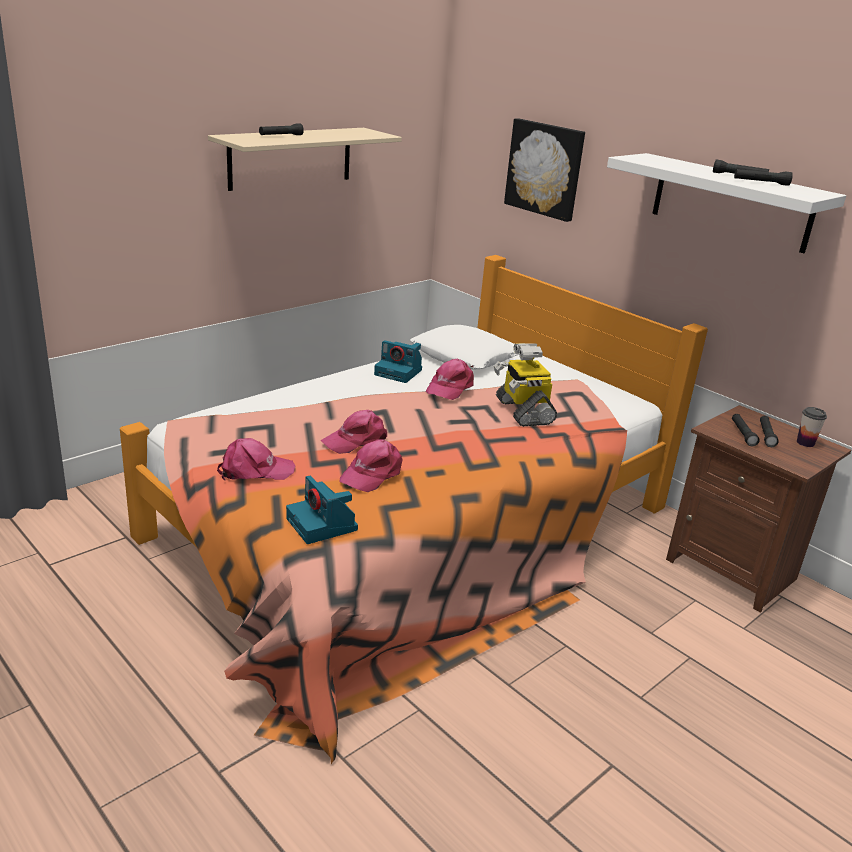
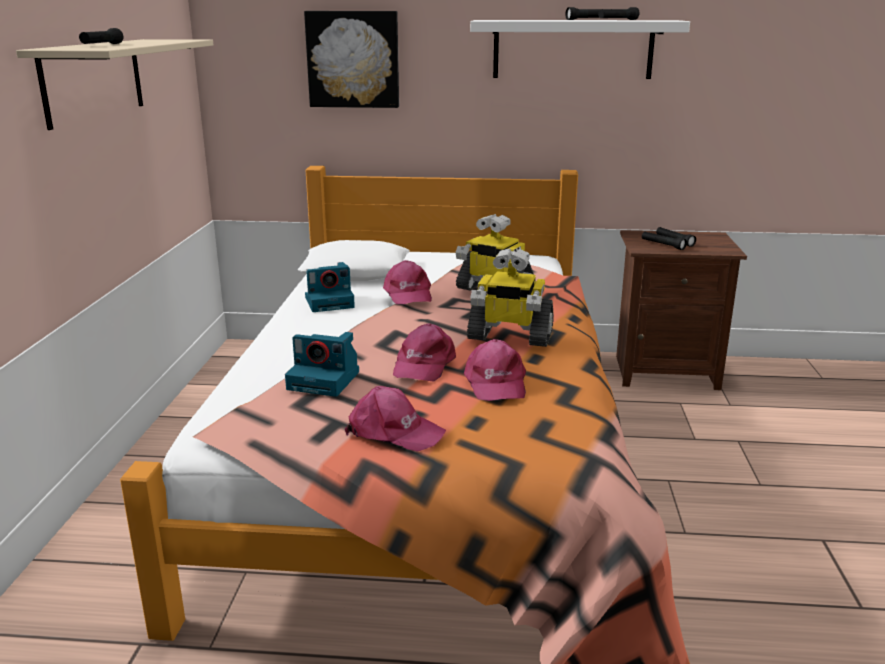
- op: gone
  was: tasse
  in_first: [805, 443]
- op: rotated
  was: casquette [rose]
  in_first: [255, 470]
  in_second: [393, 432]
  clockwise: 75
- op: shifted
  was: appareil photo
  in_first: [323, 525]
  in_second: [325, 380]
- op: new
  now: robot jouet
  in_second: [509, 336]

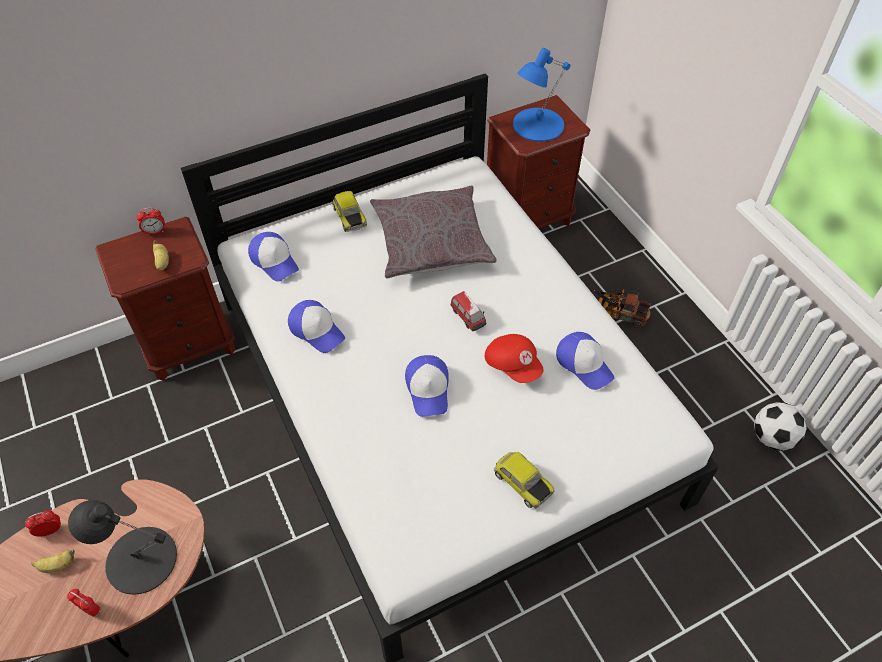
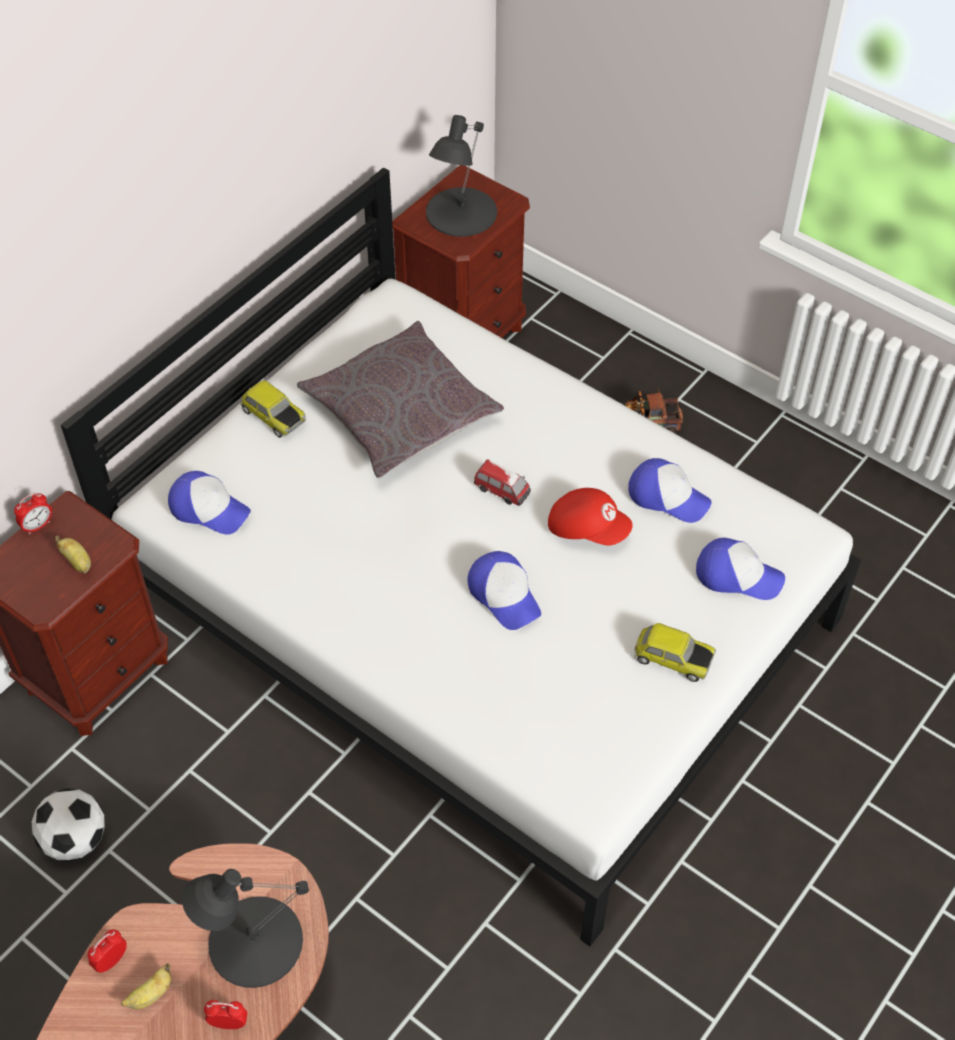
- op: repainted
  was: lampe de table [bleu]
  now: lampe de table [noir]
  in_first: [537, 125]
  in_second: [460, 213]
- op: shifted
  was: casquette
  in_first: [317, 330]
  in_second: [738, 575]
- op: shifted
  was: ballon de foot
  in_first: [772, 438]
  in_second: [75, 840]

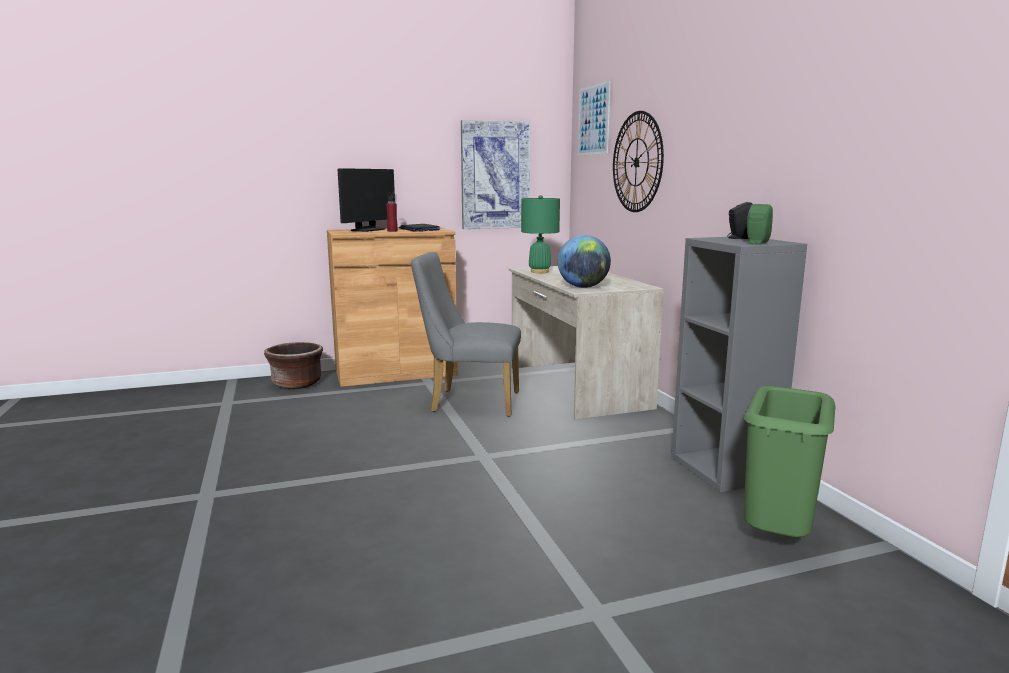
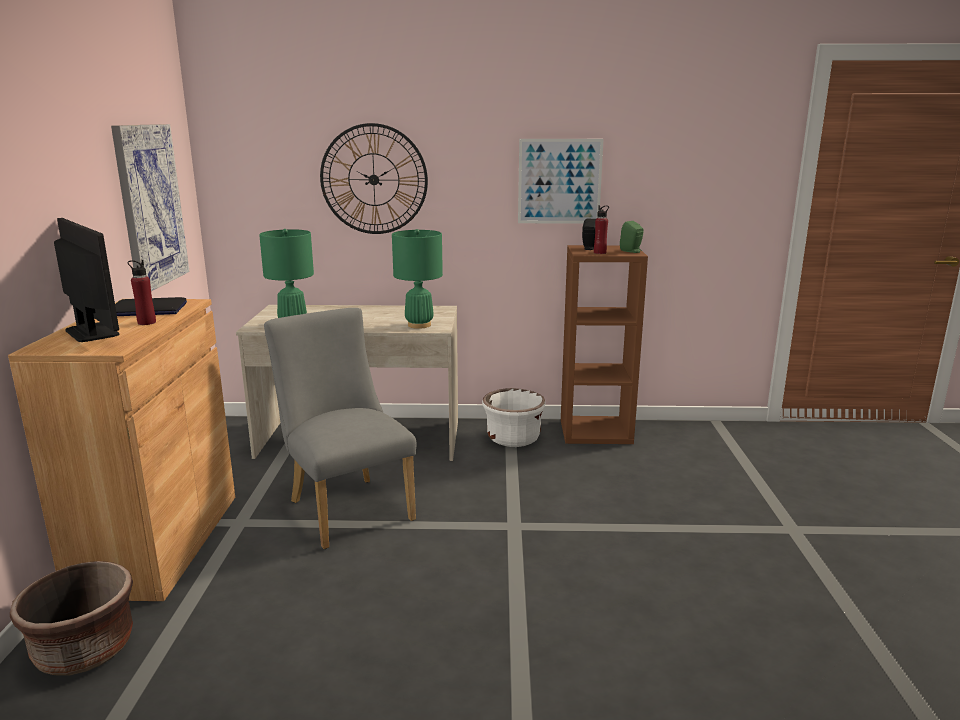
- op: shifted
  was: tableau
  in_first: [593, 120]
  in_second: [559, 181]
- op: swapped
  was: globe
  now: lampe de table [vert]
  in_first: [583, 287]
  in_second: [419, 325]
- op: repainted
  was: bibliothèque [gris]
  now: bibliothèque [marron]
  in_first: [725, 469]
  in_second: [596, 431]
- op: rotated
  was: chaise [gris]
  in_first: [468, 402]
  in_second: [346, 507]
  clockwise: 120
- op: gone
  was: poubelle [vert]
  in_first: [778, 539]
- op: new
  now: bouteille [rouge]
  in_second: [600, 252]
- op: new
  now: cache-pot [blanc]
  in_second: [513, 438]

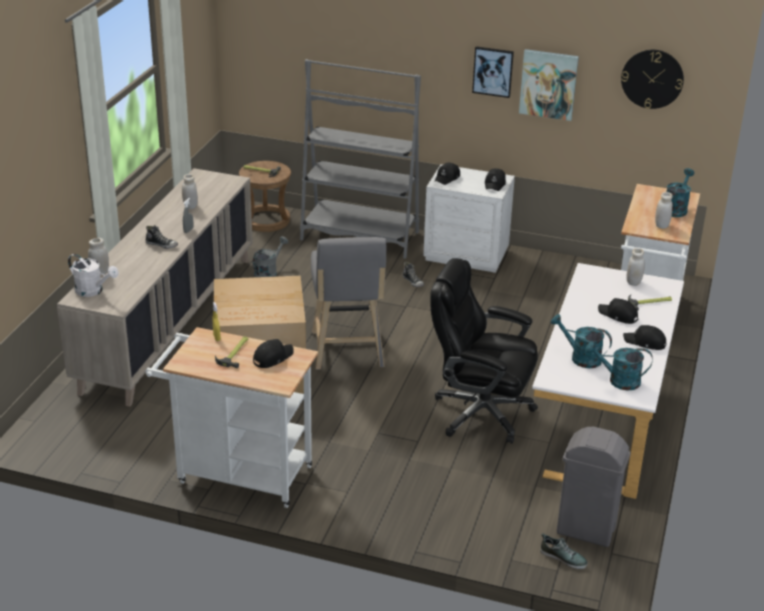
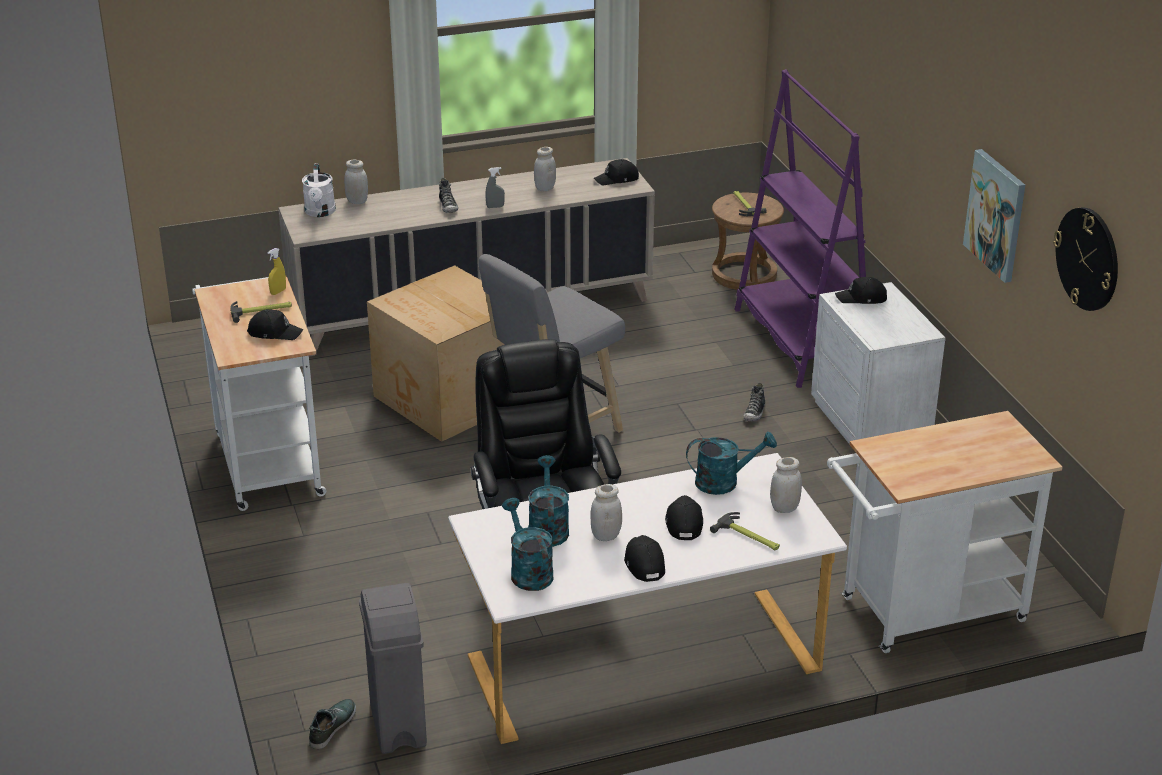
- op: gone
  was: tableau
  in_first: [493, 71]
- op: repainted
  was: bibliothèque [gris]
  now: bibliothèque [violet]
  in_first: [360, 236]
  in_second: [800, 341]
- op: shifted
  was: casquette [noir]
  in_first: [495, 184]
  in_second: [617, 179]
- op: shifted
  was: arrosoir [turquoise]
  in_first: [676, 209]
  in_second: [724, 482]
- op: shifted
  was: bocal [blanc]
  in_first: [661, 225]
  in_second: [606, 535]
- op: gone
  was: arrosoir [gris]
  in_first: [268, 273]
- op: rotated
  was: chaussure
  in_first: [563, 557]
  in_second: [332, 726]
  clockwise: -150

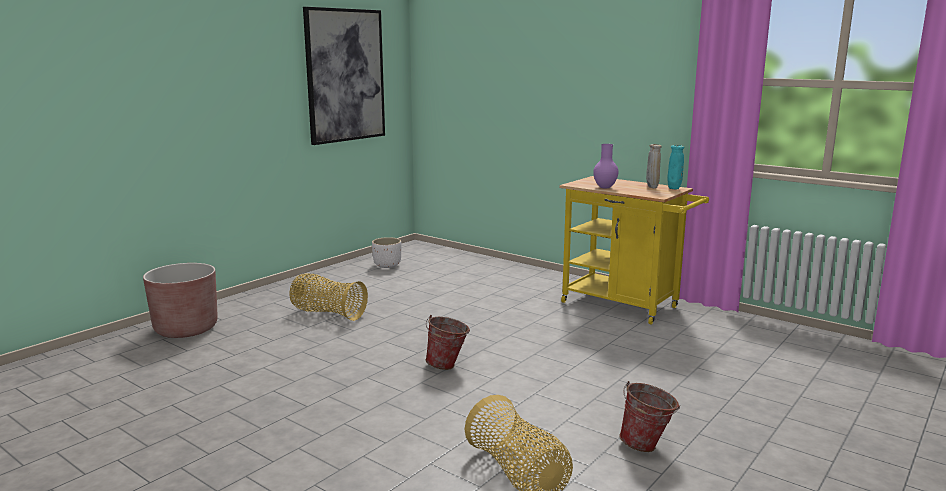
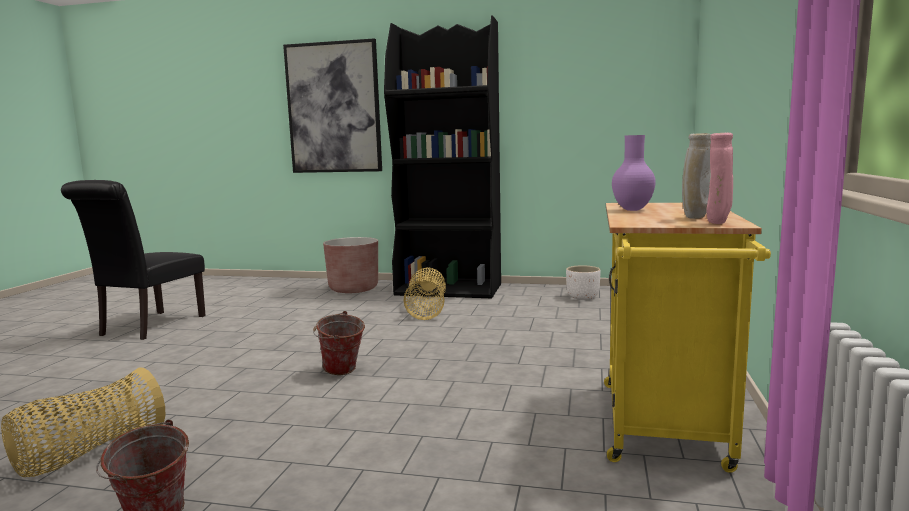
- op: shifted
  was: tableau
  in_first: [345, 75]
  in_second: [334, 108]
- op: repainted
  was: vase [turquoise]
  now: vase [rose]
  in_first: [674, 189]
  in_second: [718, 223]
- op: new
  now: bibliothèque [noir]
  in_second: [449, 289]
- op: new
  now: chaise [noir]
  in_second: [148, 327]

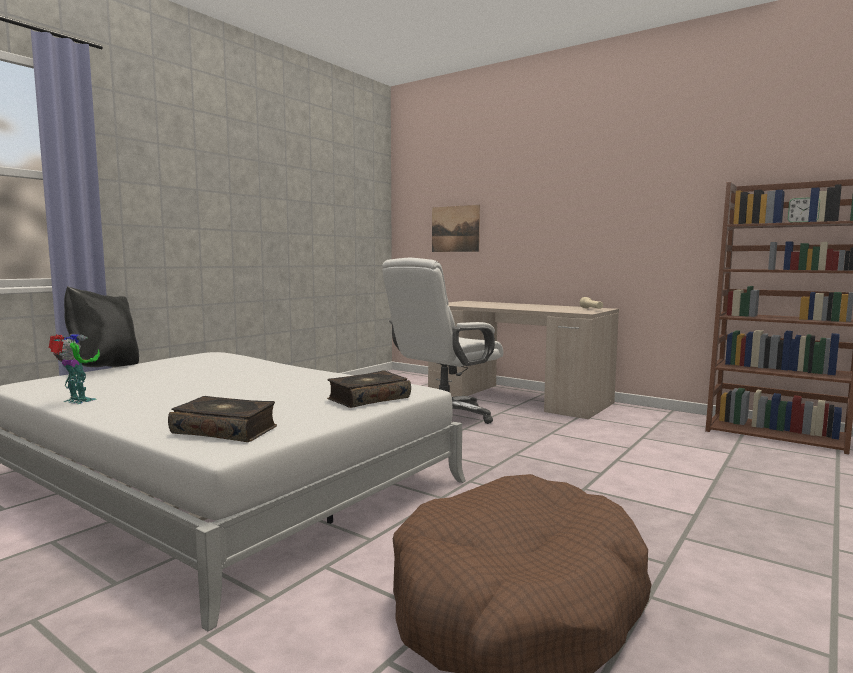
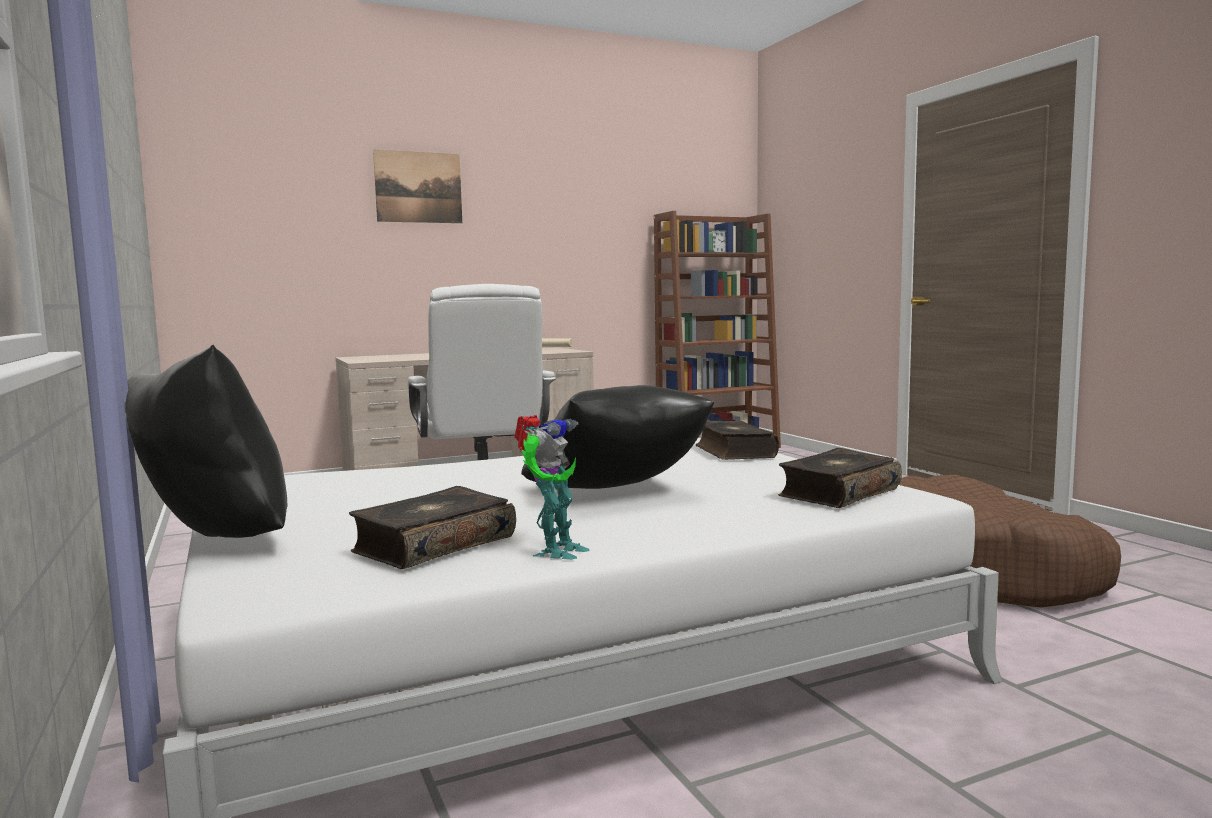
- op: shifted
  was: tableau
  in_first: [455, 229]
  in_second: [418, 187]
- op: rotated
  was: robot jouet
  in_first: [77, 401]
  in_second: [554, 551]
  clockwise: 150
- op: new
  now: coussin [noir]
  in_second: [617, 493]
- op: new
  now: livre
  in_second: [433, 545]

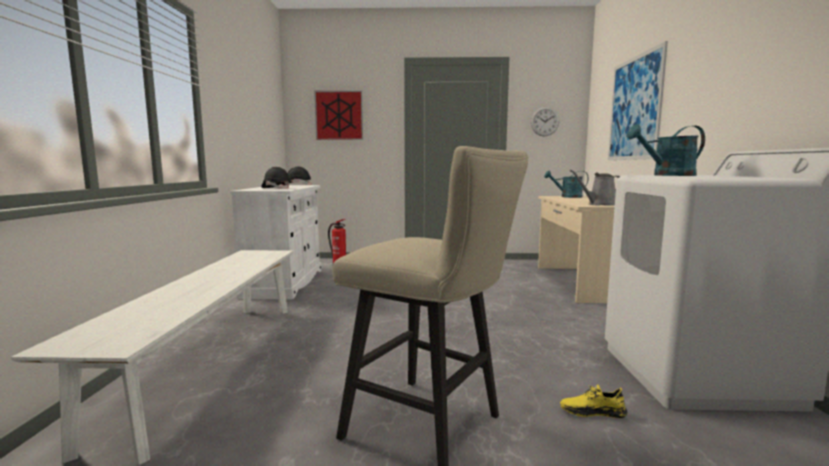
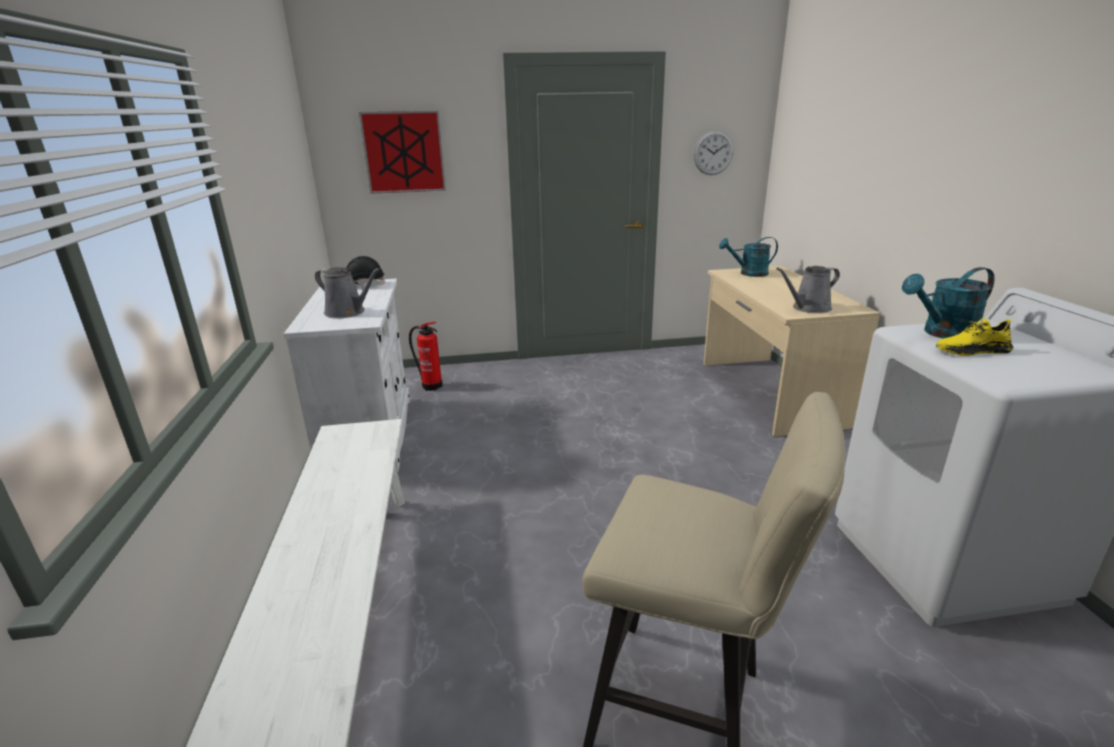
- op: gone
  was: tableau
  in_first: [634, 108]
- op: swapped
  was: casque de chantier [noir]
  now: arrosoir [gris]
  in_first: [276, 188]
  in_second: [348, 312]
- op: shifted
  was: chaussure [jaune]
  in_first: [592, 411]
  in_second: [971, 351]

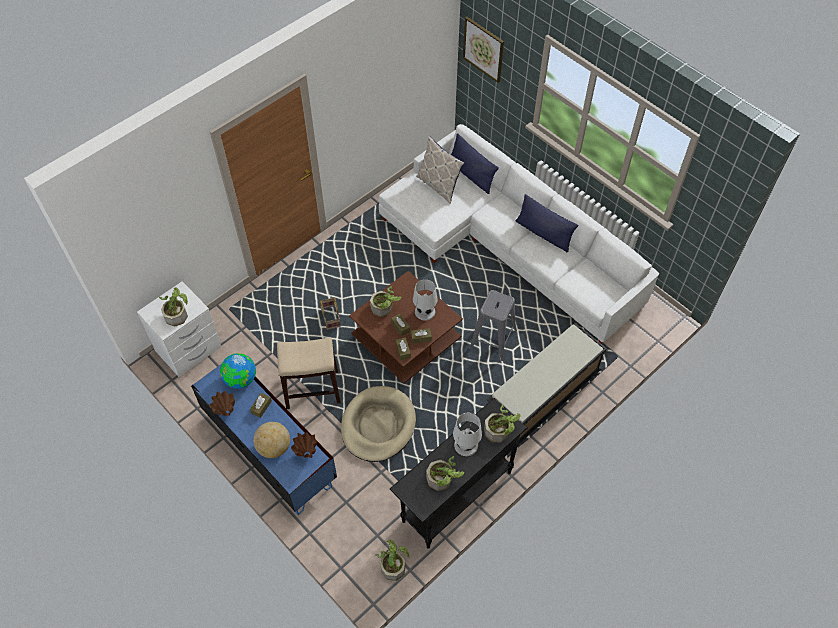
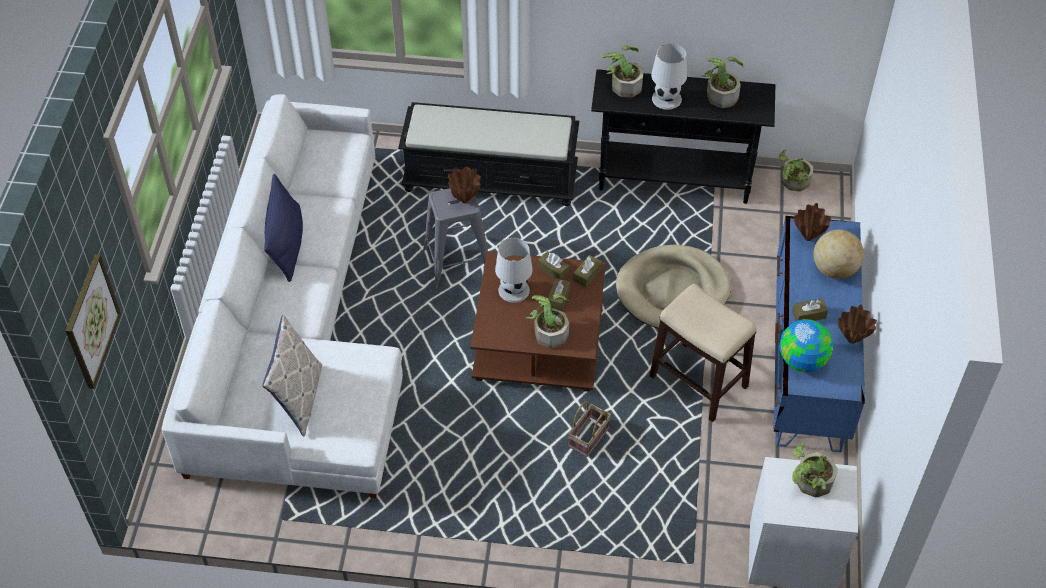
- op: gone
  was: coussin [bleu]
  in_first: [471, 174]
- op: new
  now: vase [marron]
  in_second: [465, 200]

